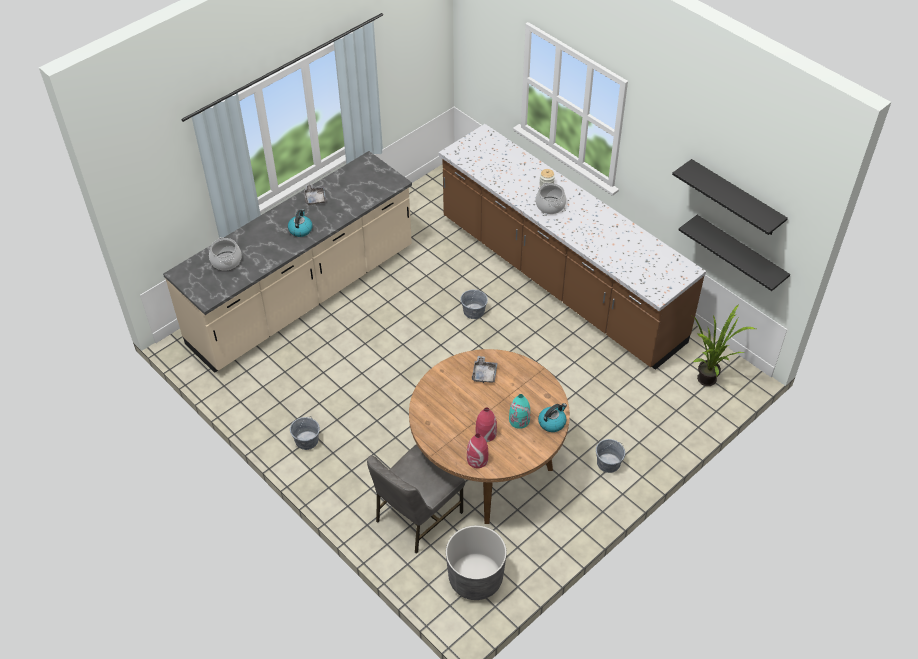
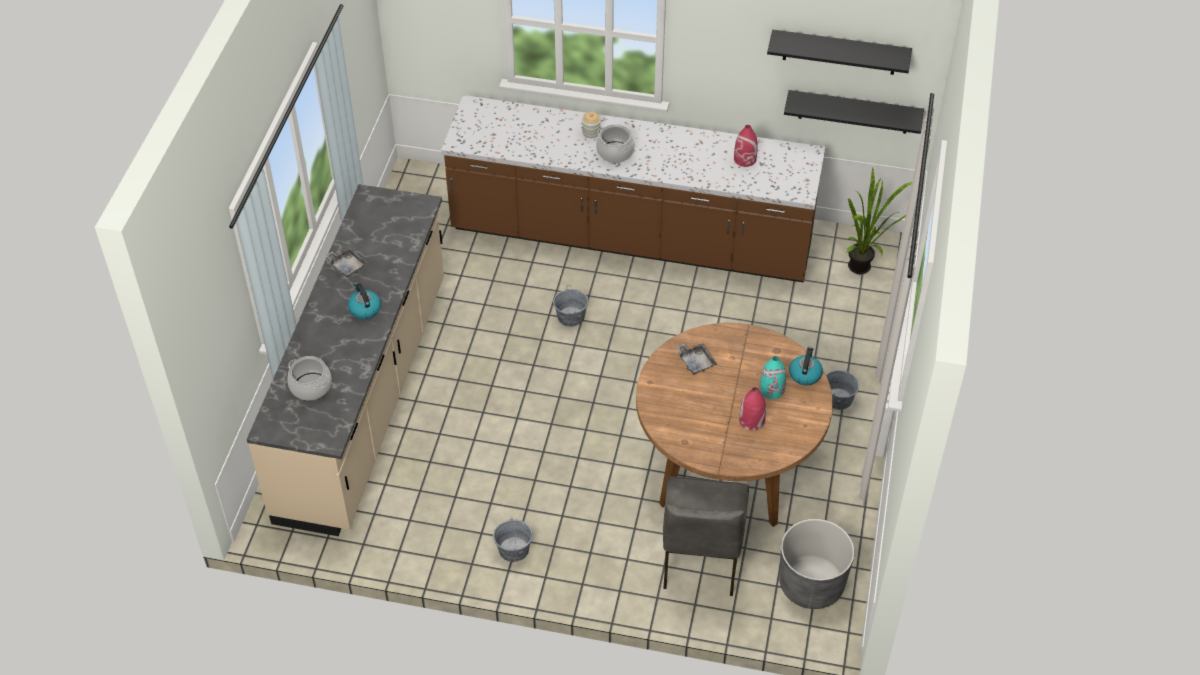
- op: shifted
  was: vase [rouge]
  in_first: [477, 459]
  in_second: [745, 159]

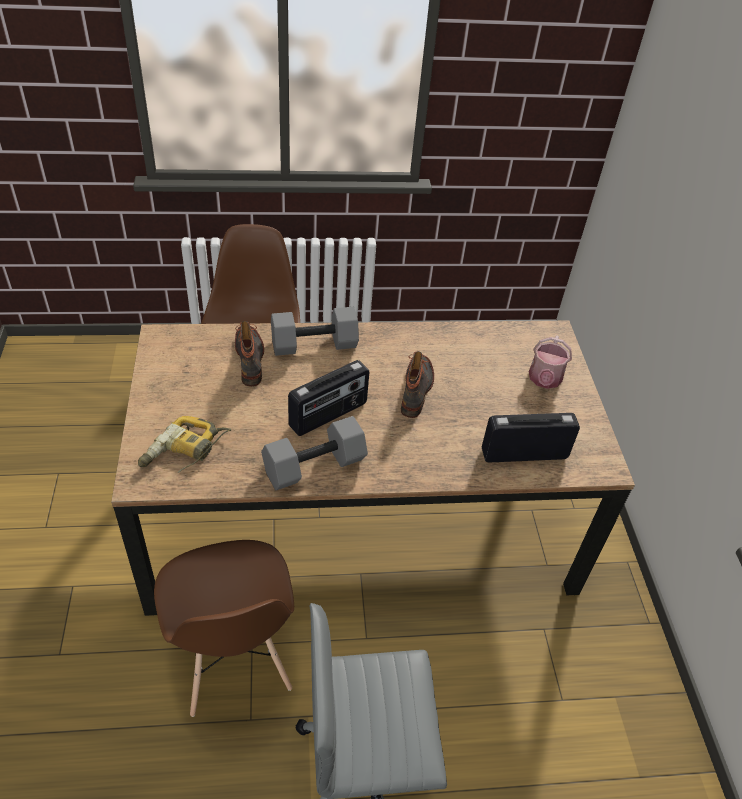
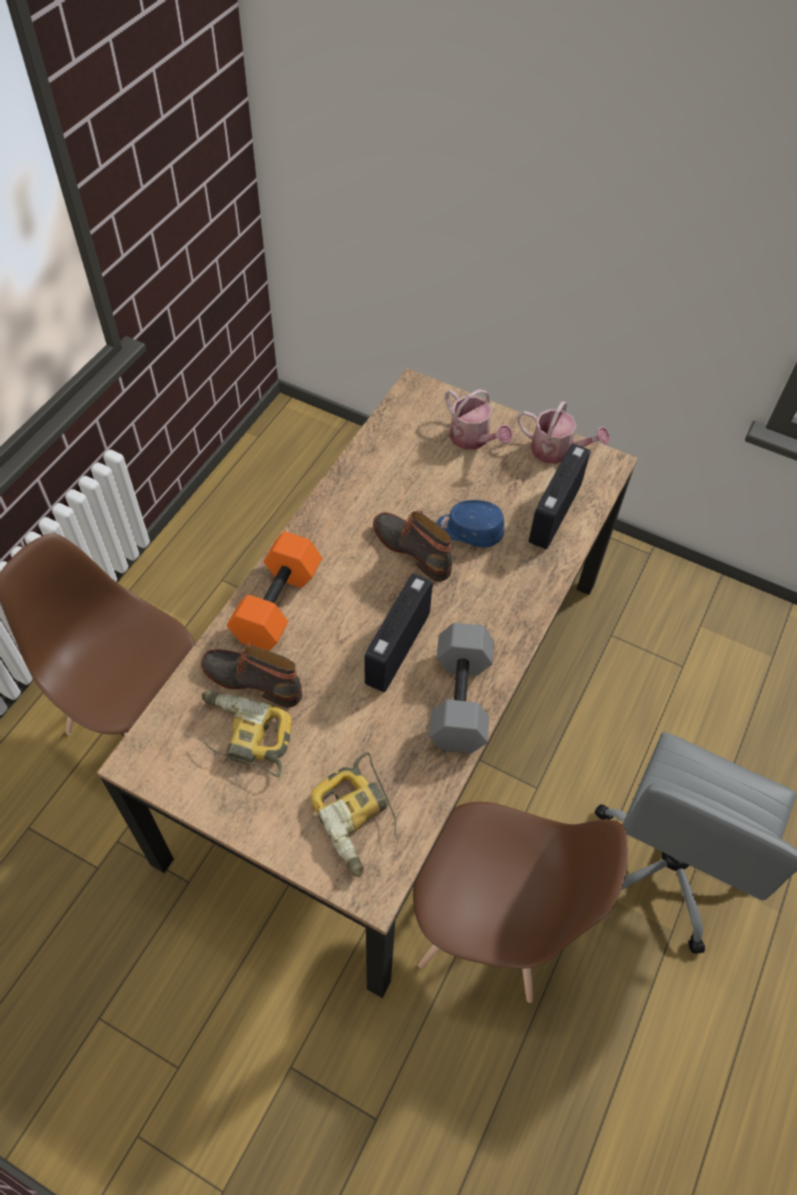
- op: repainted
  was: haltère [gris]
  now: haltère [orange]
  in_first: [313, 345]
  in_second: [278, 606]
- op: rotated
  was: radio
  in_first: [329, 415]
  in_second: [396, 648]
  clockwise: -150
- op: new
  now: arrosoir
  in_second: [557, 451]
- op: new
  now: casquette [bleu]
  in_second: [469, 531]
- op: new
  now: perceuse
  in_second: [242, 736]

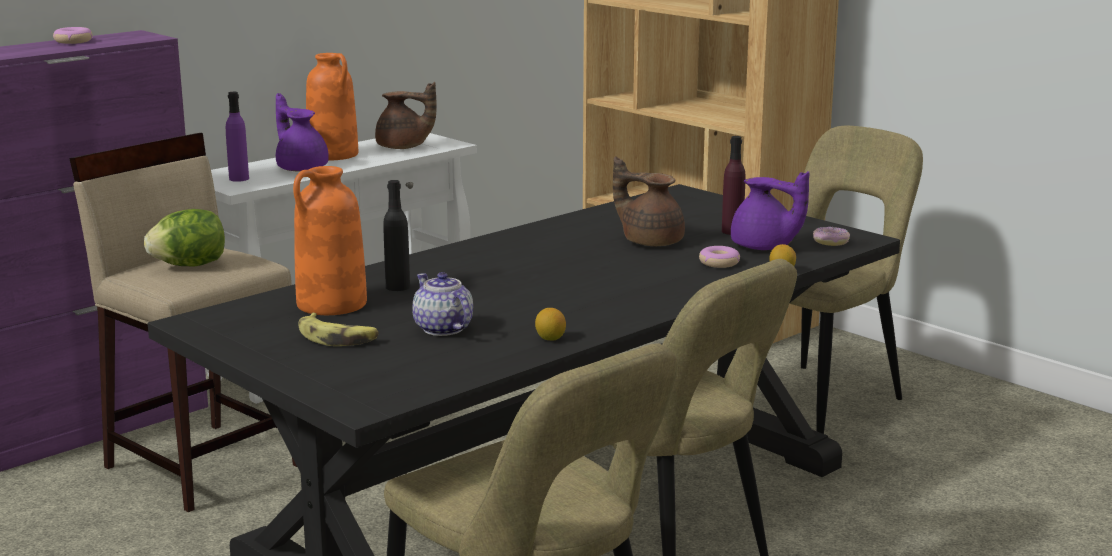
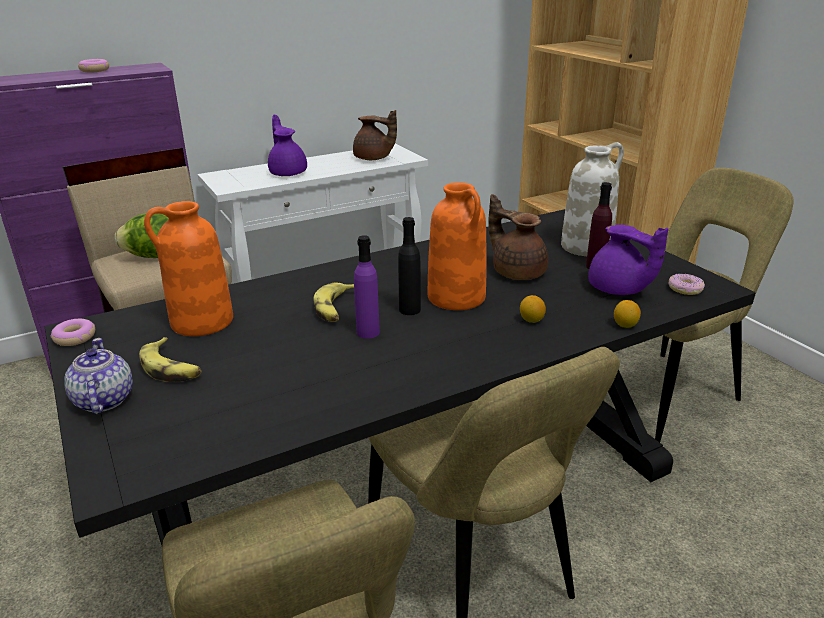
- op: shifted
  was: vase [orange]
  in_first: [334, 154]
  in_second: [457, 297]
- op: shifted
  was: bouteille [violet]
  in_first: [239, 179]
  in_second: [368, 332]
- op: shifted
  was: bouteille [noir]
  in_first: [397, 287]
  in_second: [409, 310]
- op: shifted
  was: beignet
  in_first: [719, 263]
  in_second: [75, 338]
- op: shifted
  was: théière
  in_first: [443, 329]
  in_second: [103, 401]
- op: shifted
  was: citron
  in_first: [550, 339]
  in_second: [531, 320]
- op: new
  now: vase [blanc]
  in_second: [586, 246]
- op: new
  now: banane
  in_second: [335, 308]

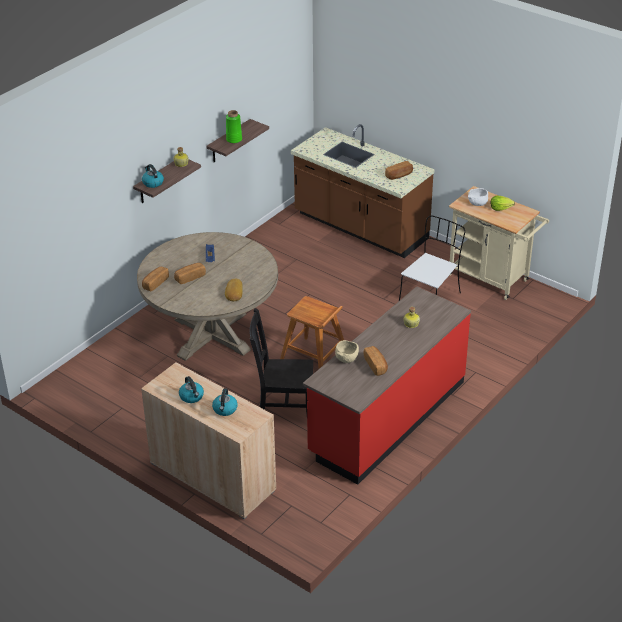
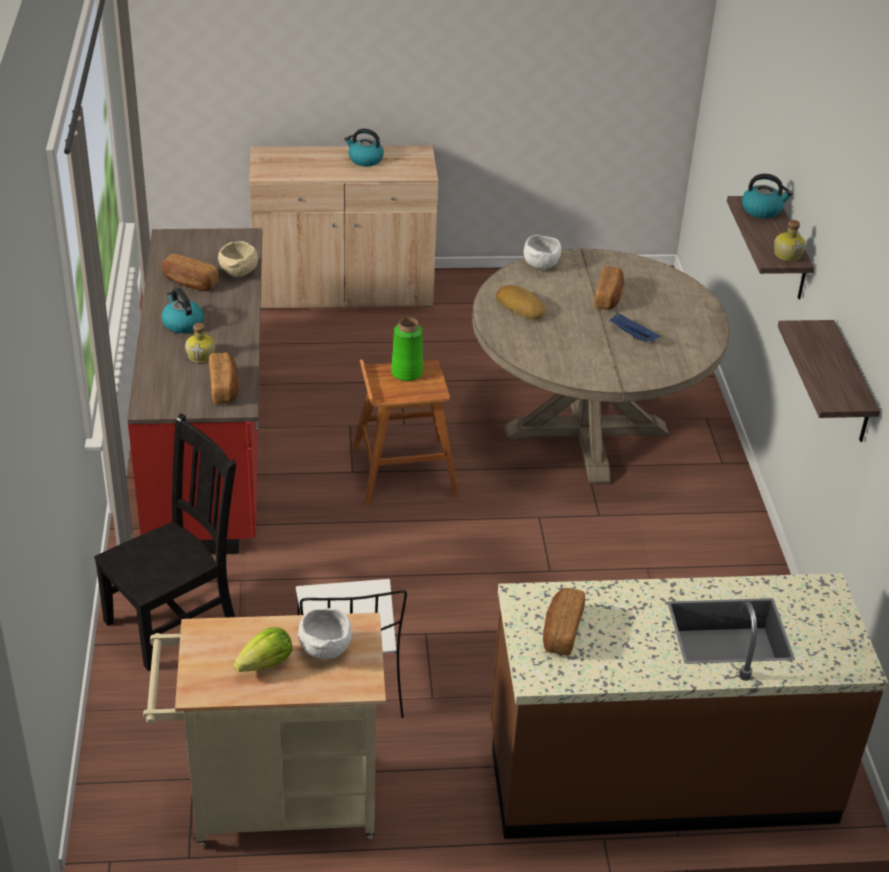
- op: shifted
  was: vase [vert]
  in_first: [234, 139]
  in_second: [407, 372]
- op: shifted
  was: pain
  in_first: [155, 283]
  in_second: [224, 387]
- op: shifted
  was: chaise [noir]
  in_first: [283, 407]
  in_second: [175, 621]
- op: shifted
  was: bouilloire
  in_first: [225, 409]
  in_second: [182, 323]
- op: new
  now: bol [blanc]
  in_second: [541, 265]

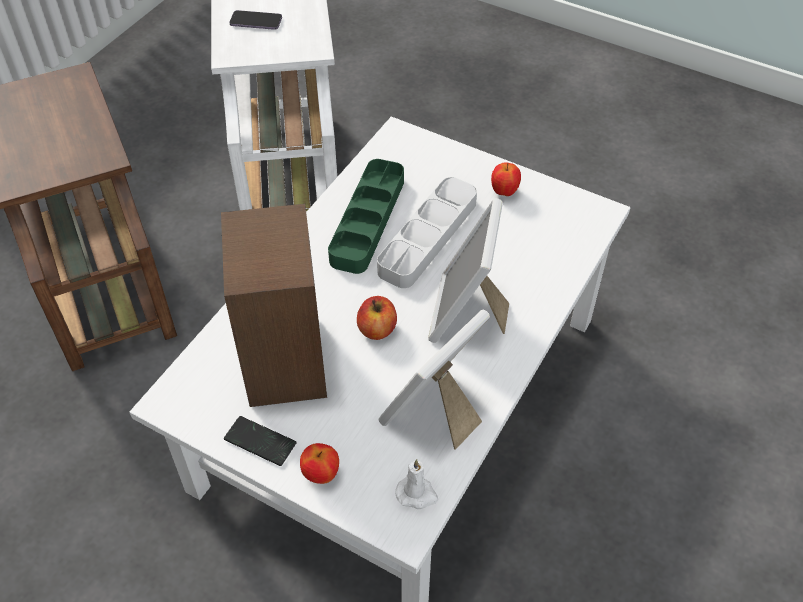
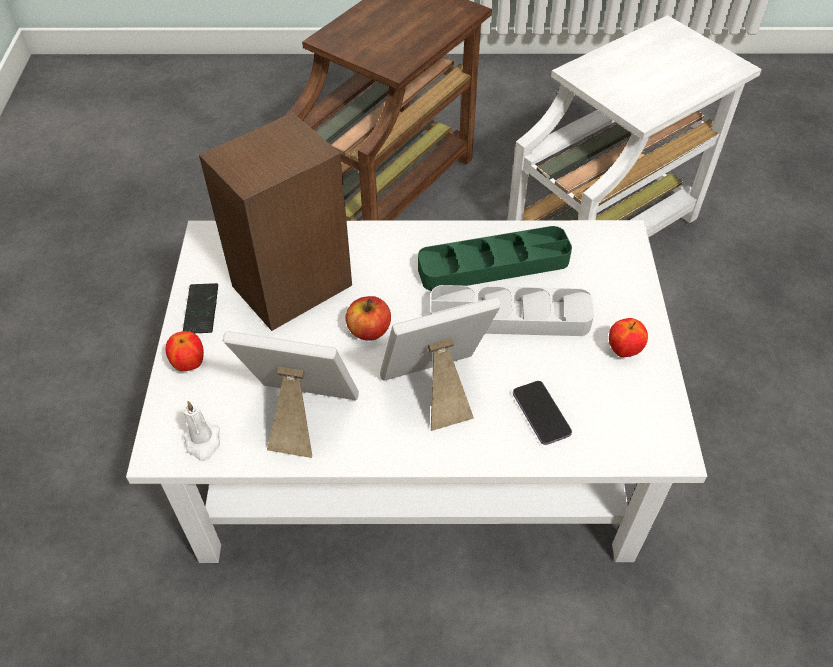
- op: shifted
  was: téléphone
  in_first: [256, 22]
  in_second: [541, 413]

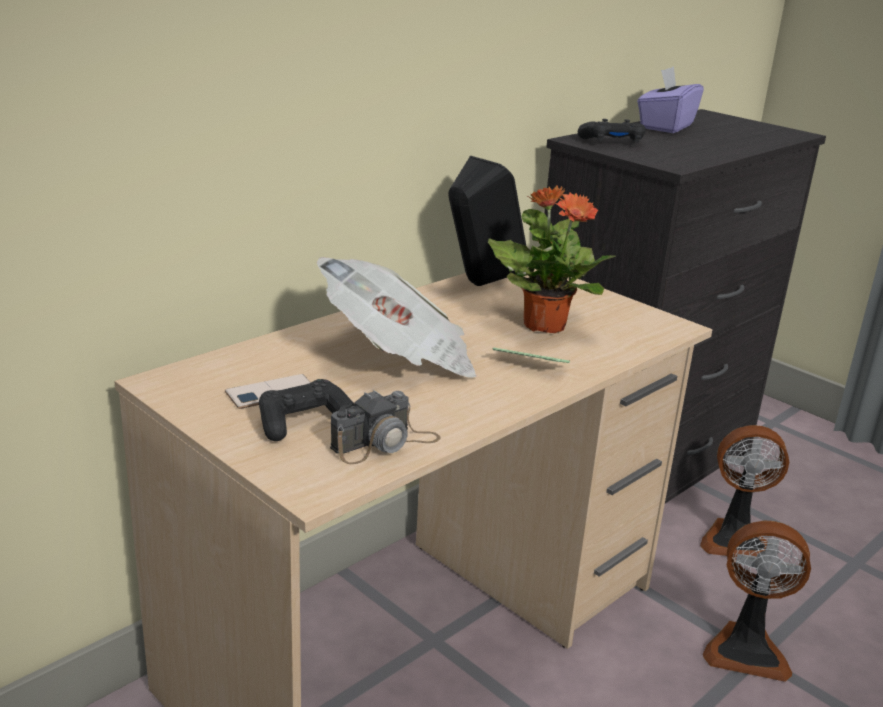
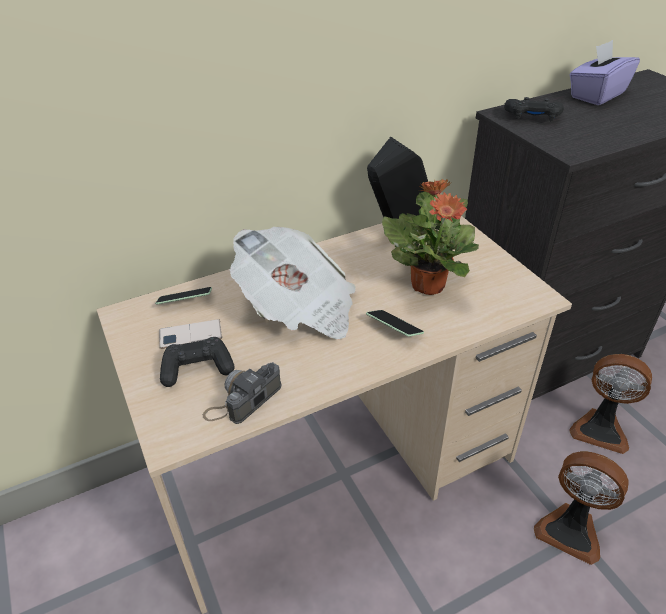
- op: rotated
  was: appareil photo
  in_first: [385, 443]
  in_second: [243, 400]
  clockwise: 150
- op: new
  now: téléphone
  in_second: [185, 302]

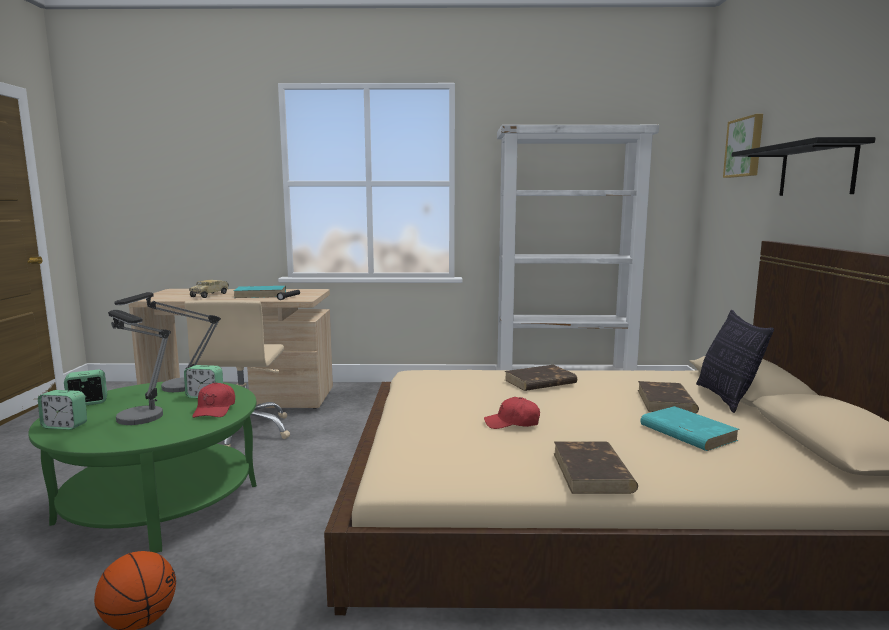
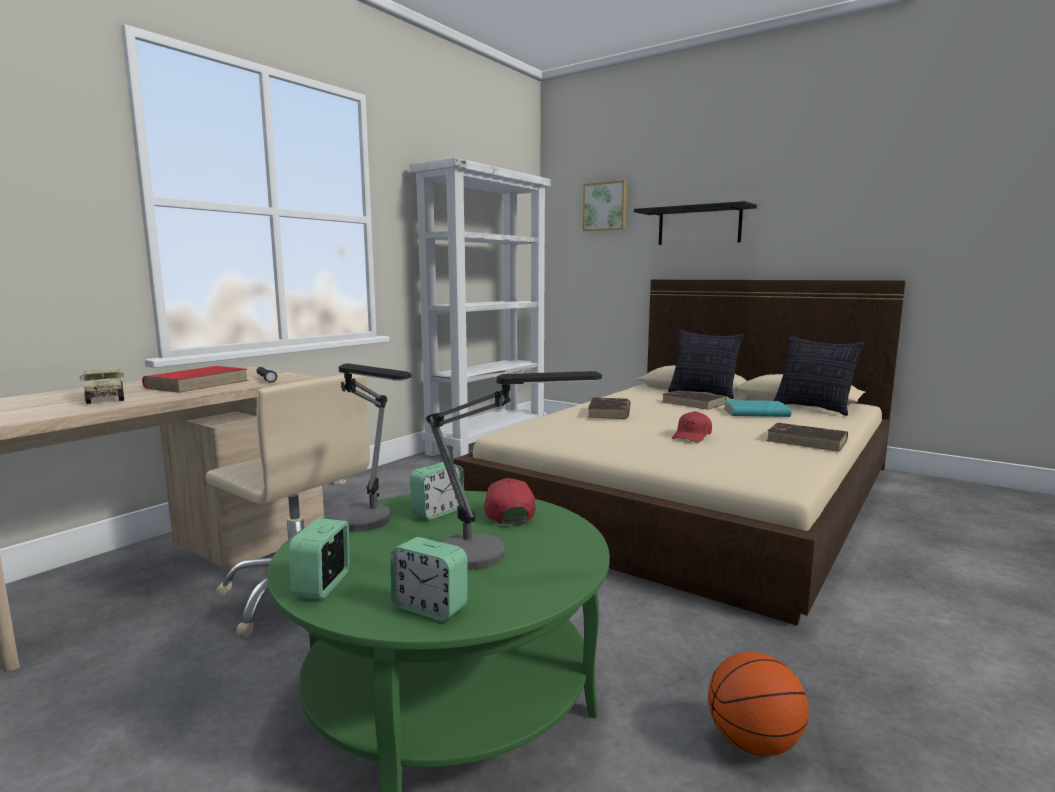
- op: repainted
  was: livre [turquoise]
  now: livre [rouge]
  in_first: [261, 295]
  in_second: [198, 384]
- op: rotated
  was: casquette [rouge]
  in_first: [215, 409]
  in_second: [508, 513]
  clockwise: -135
- op: rotated
  was: réveil
  in_first: [65, 426]
  in_second: [430, 608]
  clockwise: 75
- op: new
  now: coussin
  in_second: [813, 408]

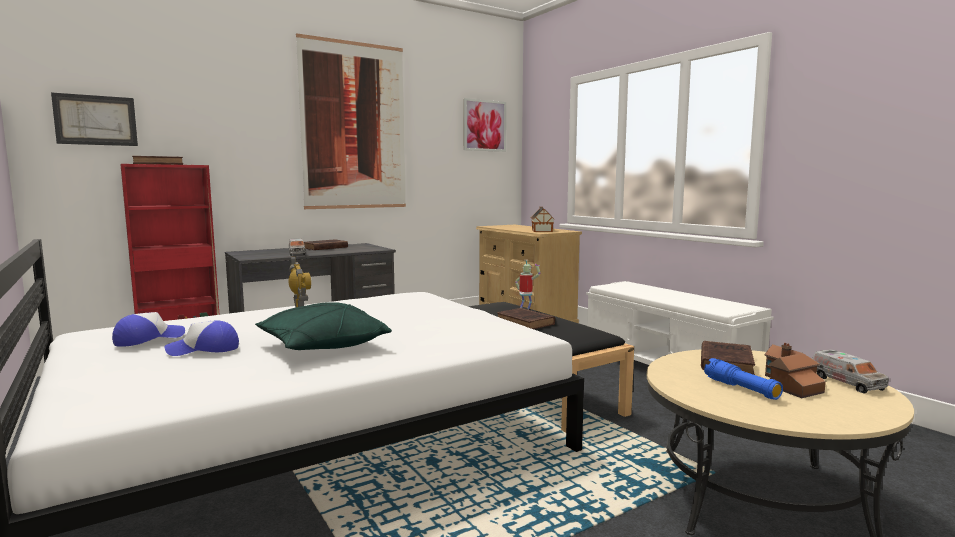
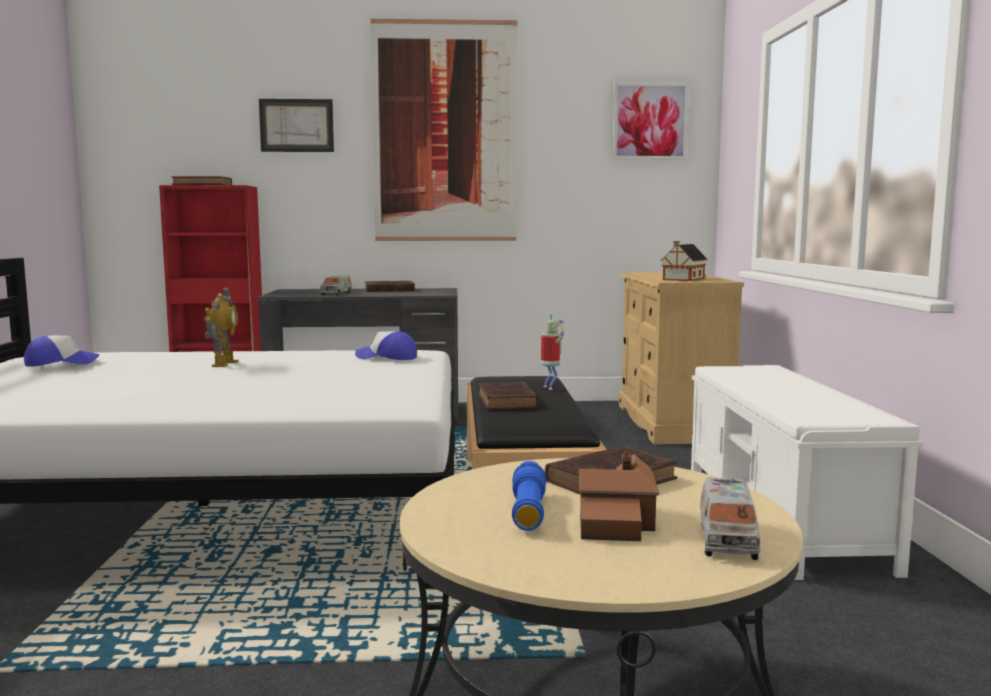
- op: shifted
  was: tableau
  in_first: [96, 120]
  in_second: [296, 125]
- op: gone
  was: coussin [vert]
  in_first: [322, 347]
- op: shifted
  was: casquette
  in_first: [204, 349]
  in_second: [387, 357]

